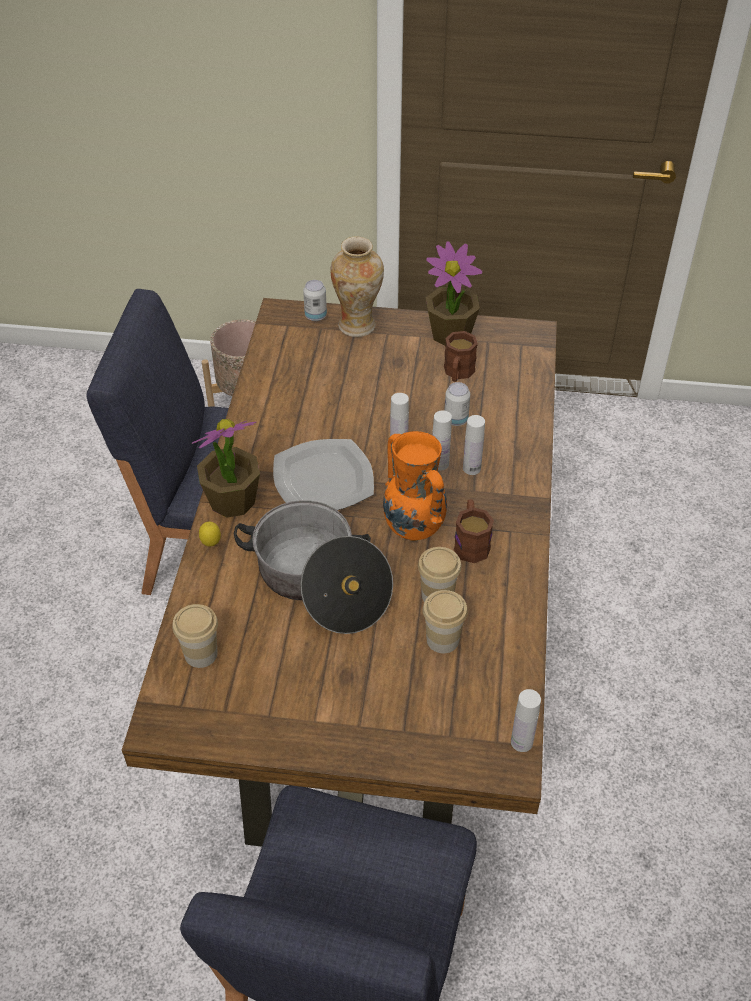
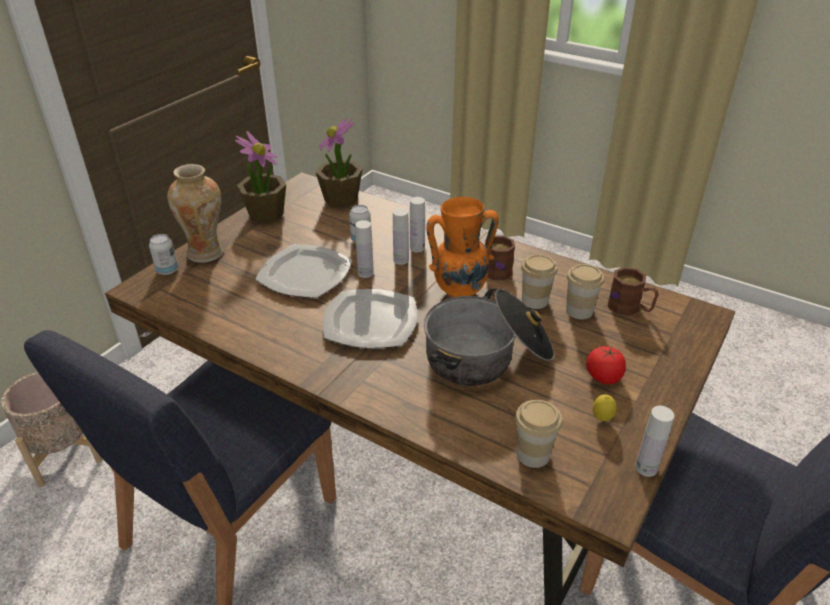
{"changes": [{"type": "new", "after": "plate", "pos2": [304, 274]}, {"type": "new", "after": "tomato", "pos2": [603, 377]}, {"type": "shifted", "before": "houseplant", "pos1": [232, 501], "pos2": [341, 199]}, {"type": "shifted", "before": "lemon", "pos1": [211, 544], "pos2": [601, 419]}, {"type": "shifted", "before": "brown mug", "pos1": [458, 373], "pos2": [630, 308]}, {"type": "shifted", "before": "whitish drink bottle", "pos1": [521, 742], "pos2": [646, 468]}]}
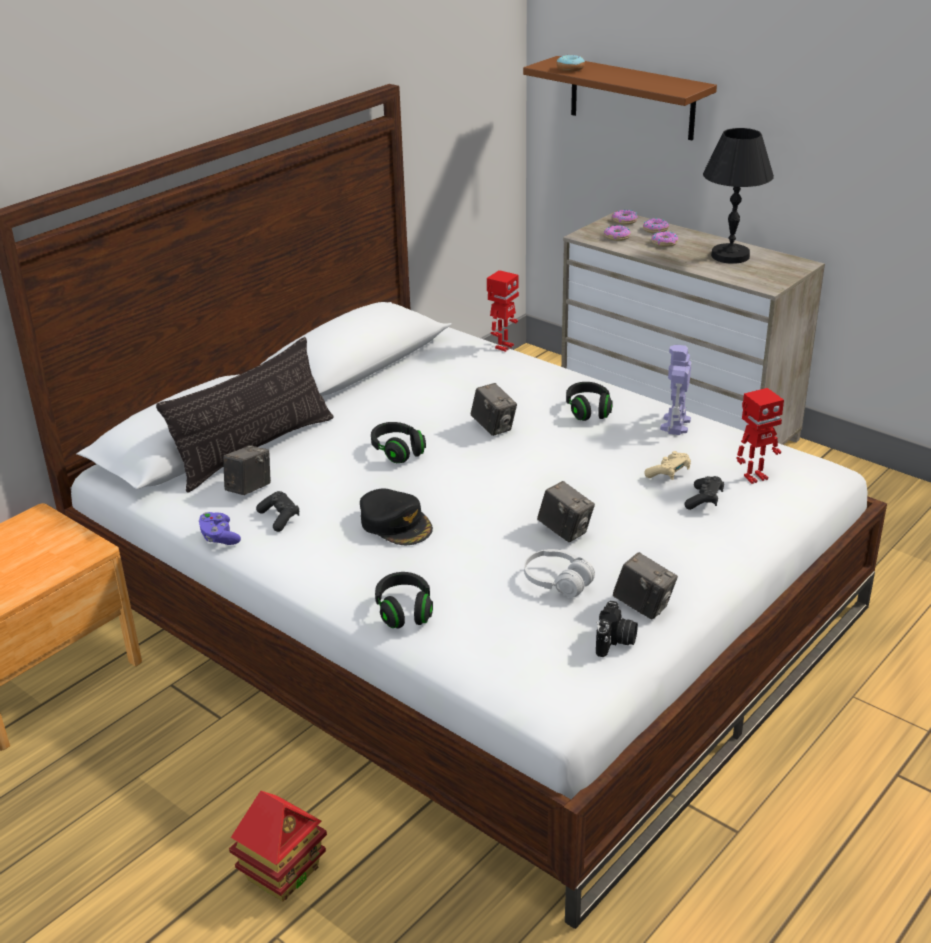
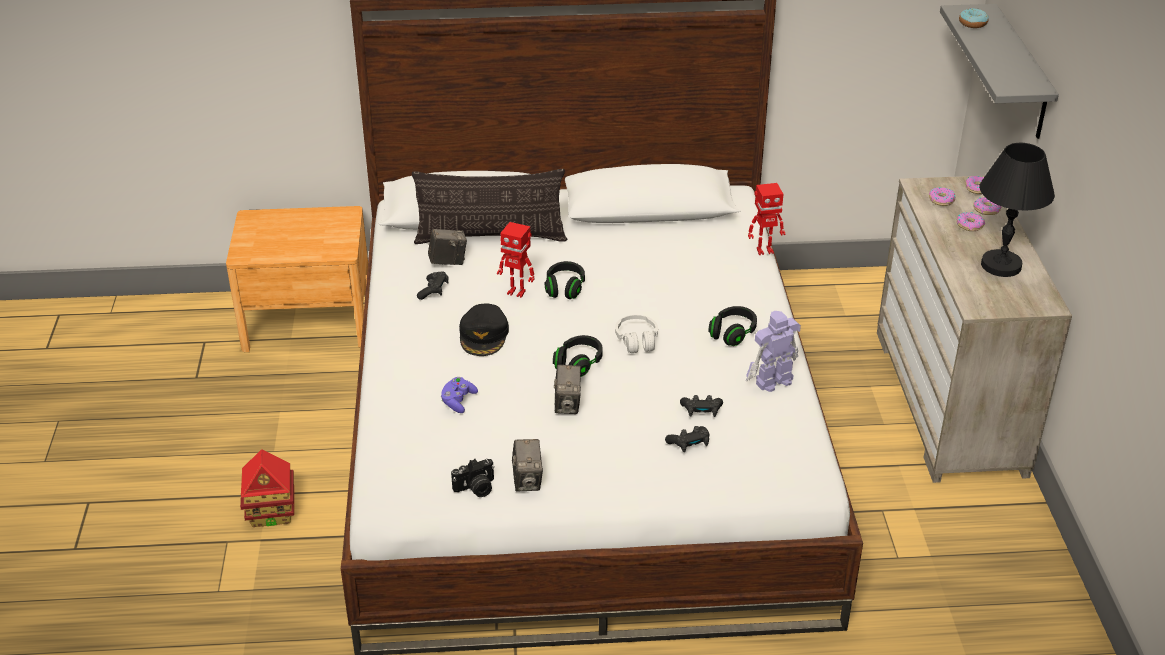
{"changes": [{"type": "gone", "before": "still camera", "pos1": [493, 427]}, {"type": "shifted", "before": "purple joypad", "pos1": [219, 537], "pos2": [458, 401]}, {"type": "shifted", "before": "black headset", "pos1": [404, 611], "pos2": [578, 364]}, {"type": "shifted", "before": "whitish headset", "pos1": [557, 582], "pos2": [637, 340]}, {"type": "shifted", "before": "toy robot", "pos1": [754, 477], "pos2": [517, 292]}, {"type": "repainted", "before": "brown wall shelf", "after": "grey wall shelf", "pos1": [632, 98], "pos2": [1020, 73]}, {"type": "repainted", "before": "beige joypad", "after": "black joypad", "pos1": [668, 473], "pos2": [701, 411]}]}
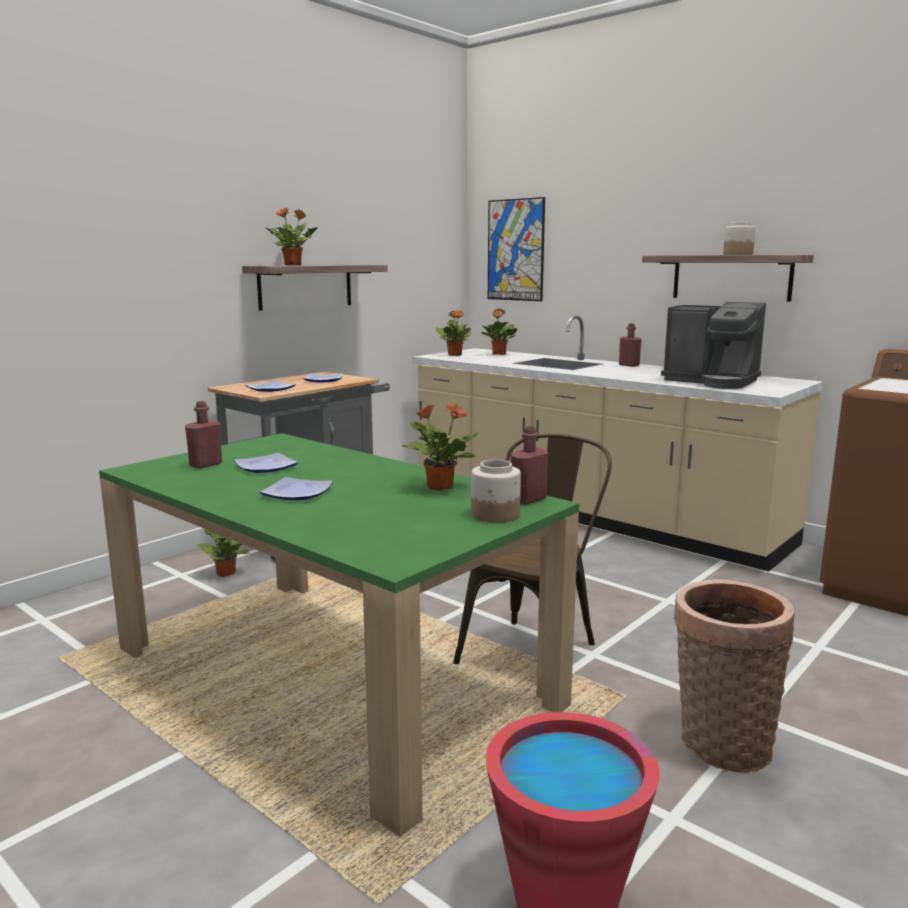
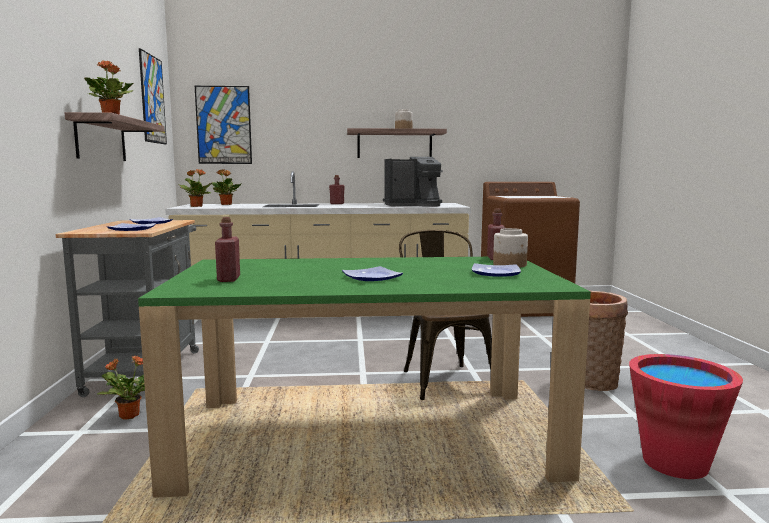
{"changes": [{"type": "gone", "before": "houseplant", "pos1": [439, 487]}, {"type": "new", "after": "wall picture", "pos2": [152, 99]}, {"type": "shifted", "before": "plate", "pos1": [267, 467], "pos2": [496, 273]}]}
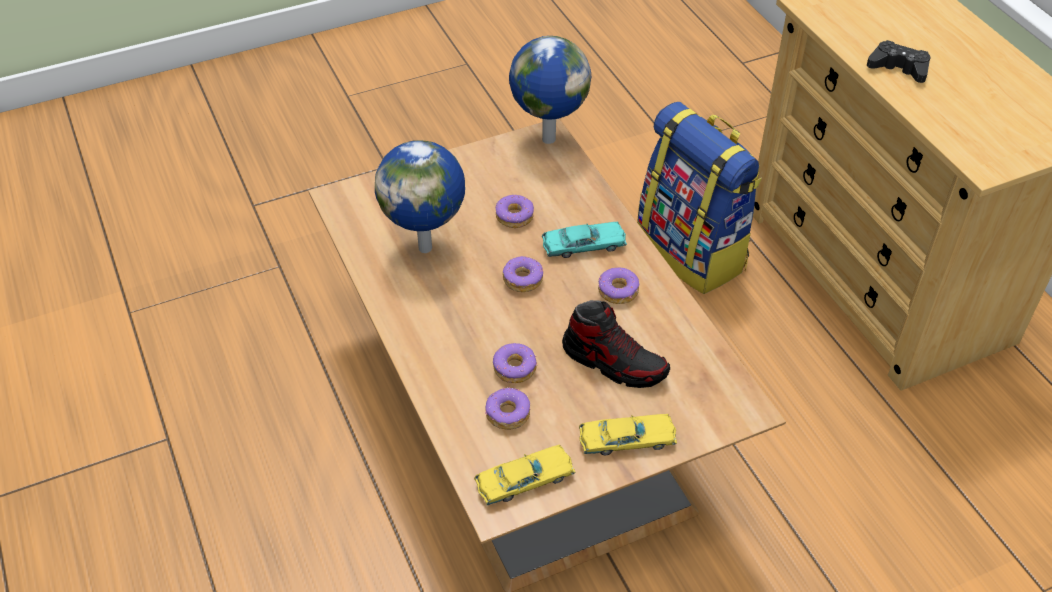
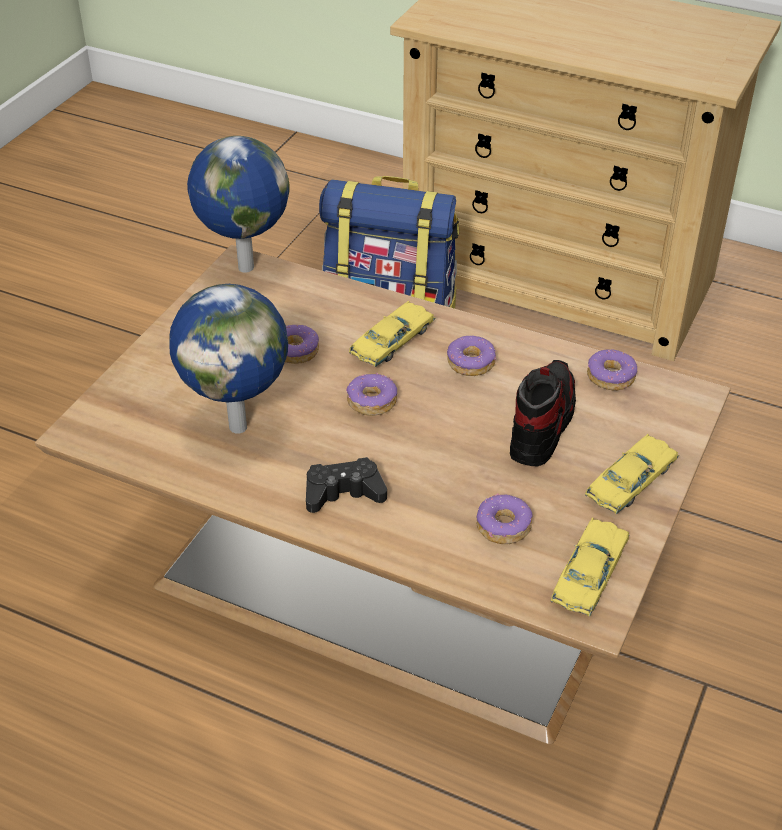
{"changes": [{"type": "shifted", "before": "donut", "pos1": [515, 368], "pos2": [611, 377]}, {"type": "shifted", "before": "black joypad", "pos1": [898, 68], "pos2": [343, 493]}, {"type": "repainted", "before": "turquoise miniature car", "after": "yellow miniature car", "pos1": [584, 245], "pos2": [393, 341]}, {"type": "rotated", "before": "low shoe", "pos1": [614, 362], "pos2": [541, 424], "turn": -60}]}
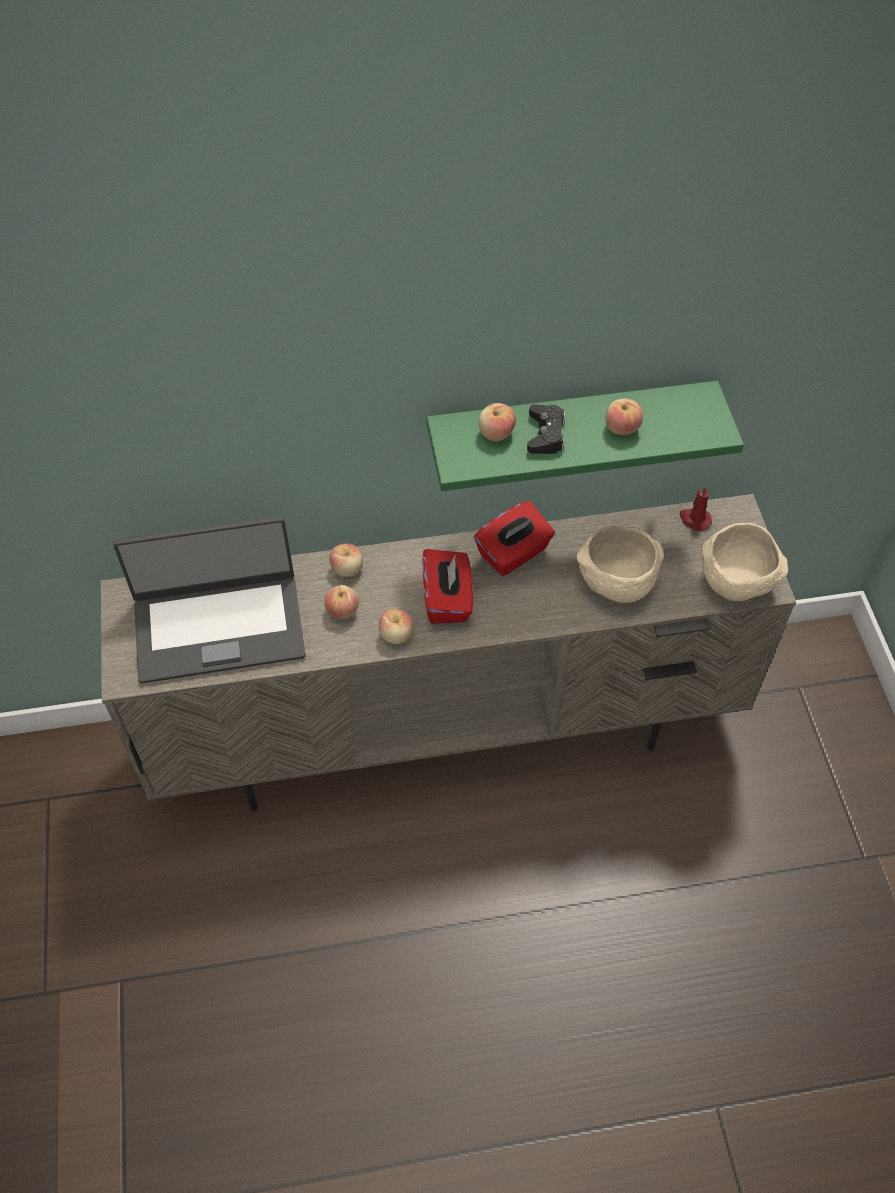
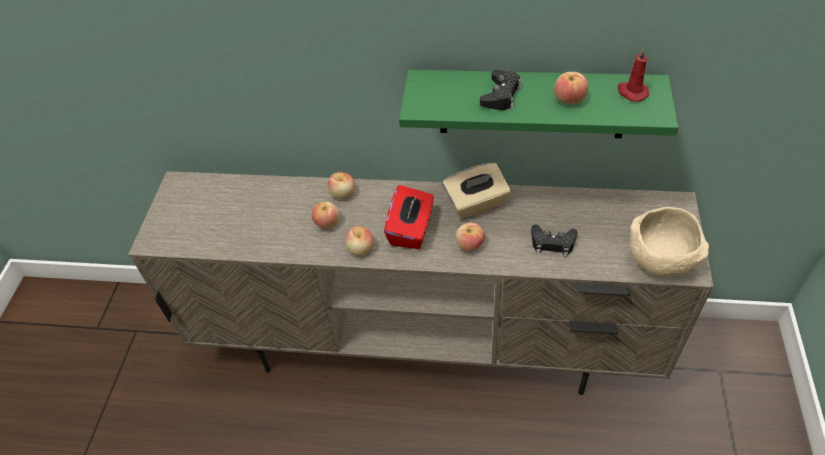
{"changes": [{"type": "gone", "before": "laptop", "pos1": [219, 626]}, {"type": "shifted", "before": "apple", "pos1": [496, 434], "pos2": [469, 245]}, {"type": "shifted", "before": "red wax candle", "pos1": [694, 519], "pos2": [631, 92]}, {"type": "swapped", "before": "beige deep dish", "after": "black joypad", "pos1": [614, 585], "pos2": [552, 243]}, {"type": "repainted", "before": "red tissue holder", "after": "beige tissue holder", "pos1": [513, 553], "pos2": [476, 204]}]}
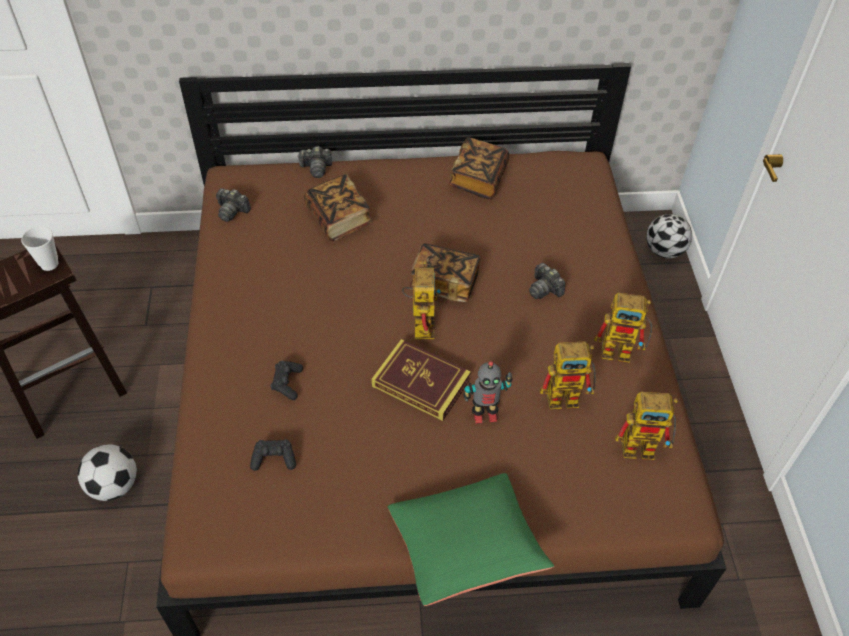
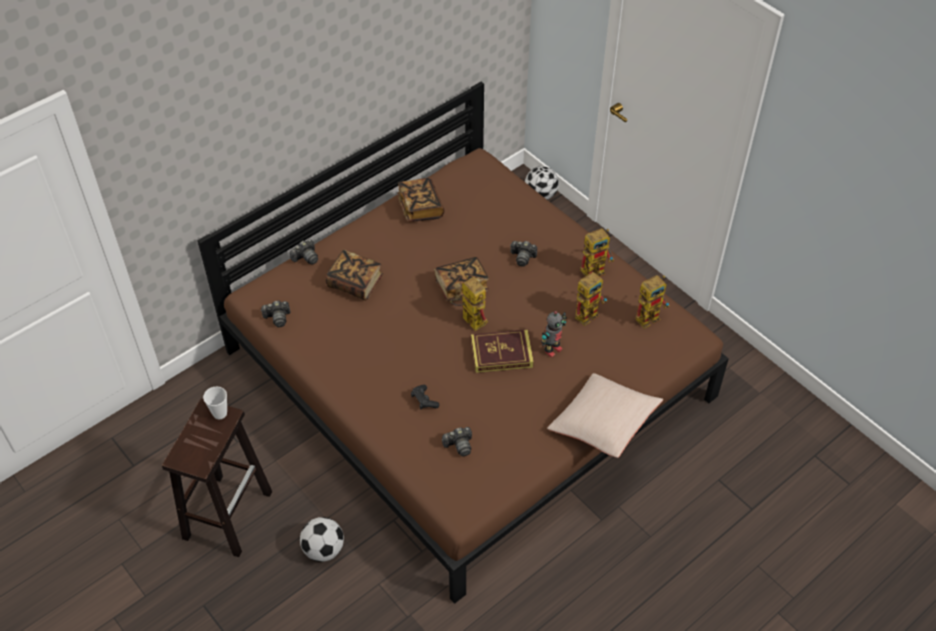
{"changes": [{"type": "swapped", "before": "black joypad", "after": "still camera", "pos1": [274, 459], "pos2": [459, 445]}, {"type": "repainted", "before": "green-coloured pillow", "after": "beige pillow", "pos1": [466, 546], "pos2": [603, 423]}]}
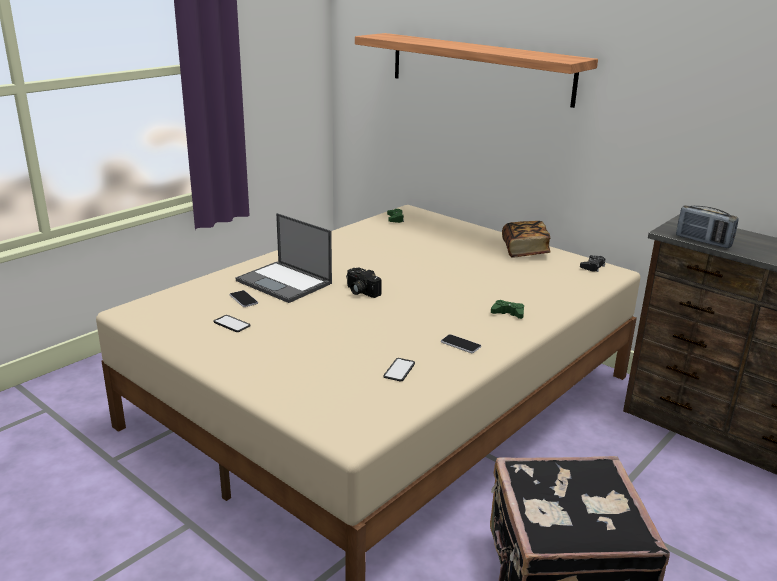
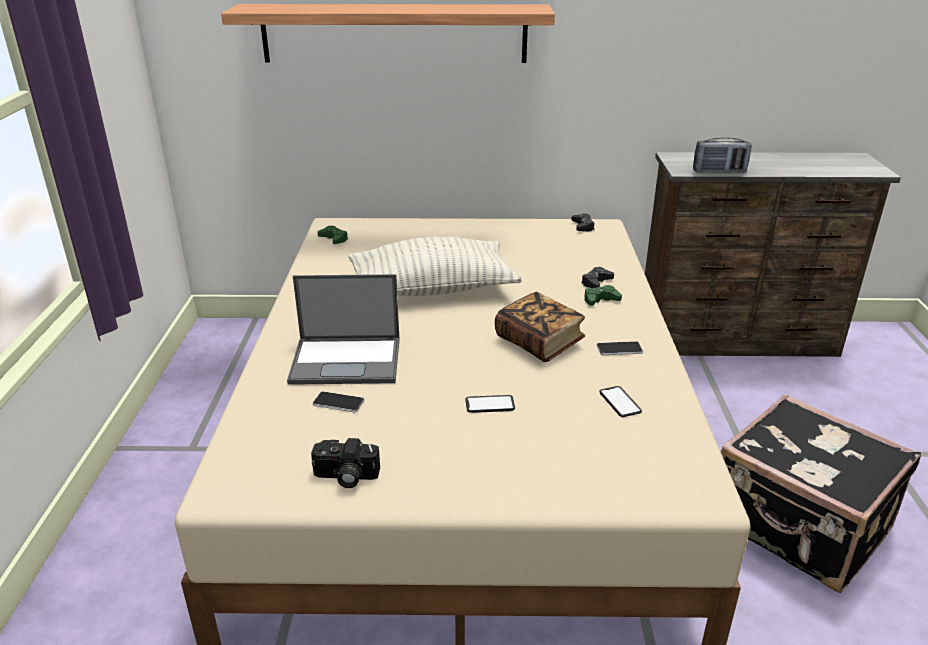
{"changes": [{"type": "new", "after": "pillow", "pos2": [432, 289]}, {"type": "new", "after": "black joypad", "pos2": [596, 282]}, {"type": "shifted", "before": "phone", "pos1": [232, 324], "pos2": [490, 404]}, {"type": "shifted", "before": "still camera", "pos1": [360, 291], "pos2": [345, 477]}, {"type": "shifted", "before": "bound book", "pos1": [525, 250], "pos2": [539, 342]}]}
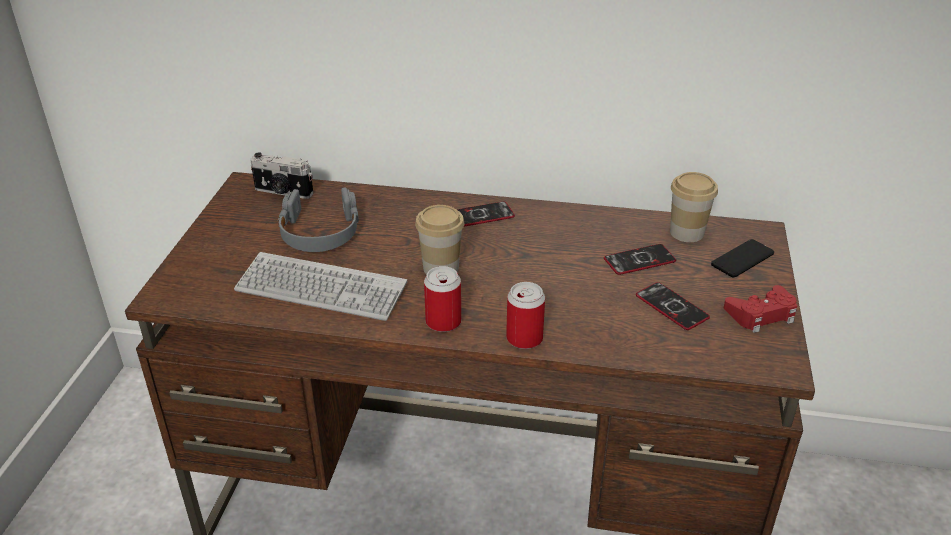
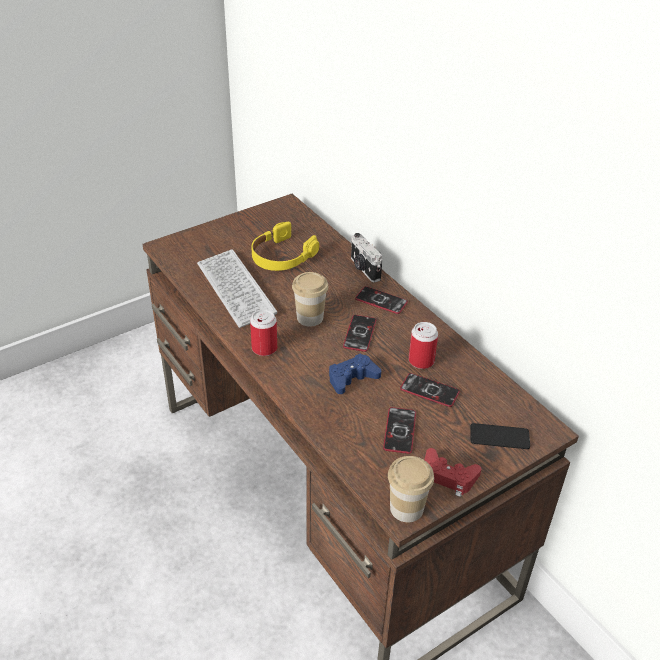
{"changes": [{"type": "new", "after": "bluish joypad", "pos2": [352, 378]}, {"type": "new", "after": "phone", "pos2": [359, 334]}, {"type": "shifted", "before": "still camera", "pos1": [283, 192], "pos2": [364, 269]}, {"type": "shifted", "before": "sealed can", "pos1": [524, 338], "pos2": [421, 361]}, {"type": "shifted", "before": "small cup", "pos1": [686, 232], "pos2": [406, 508]}, {"type": "repainted", "before": "grey headset", "after": "yellow headset", "pos1": [319, 232], "pos2": [281, 256]}]}
